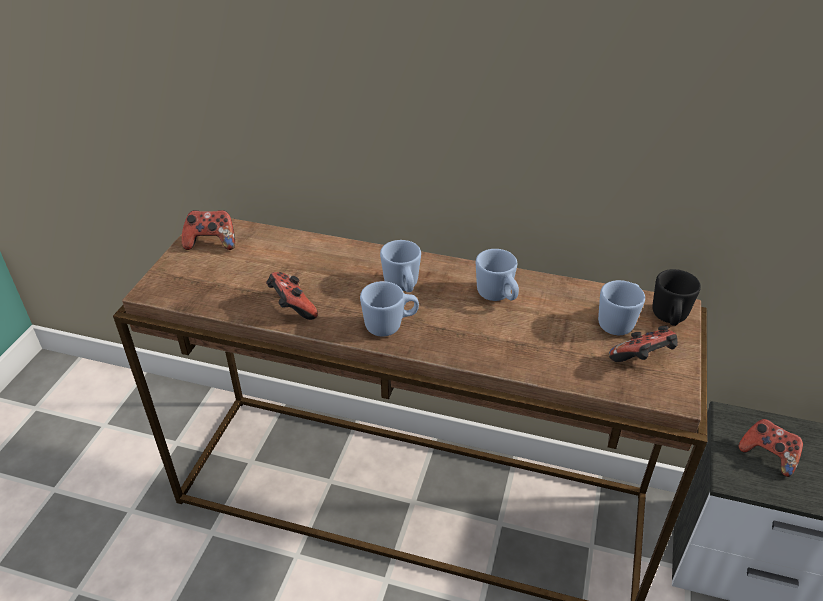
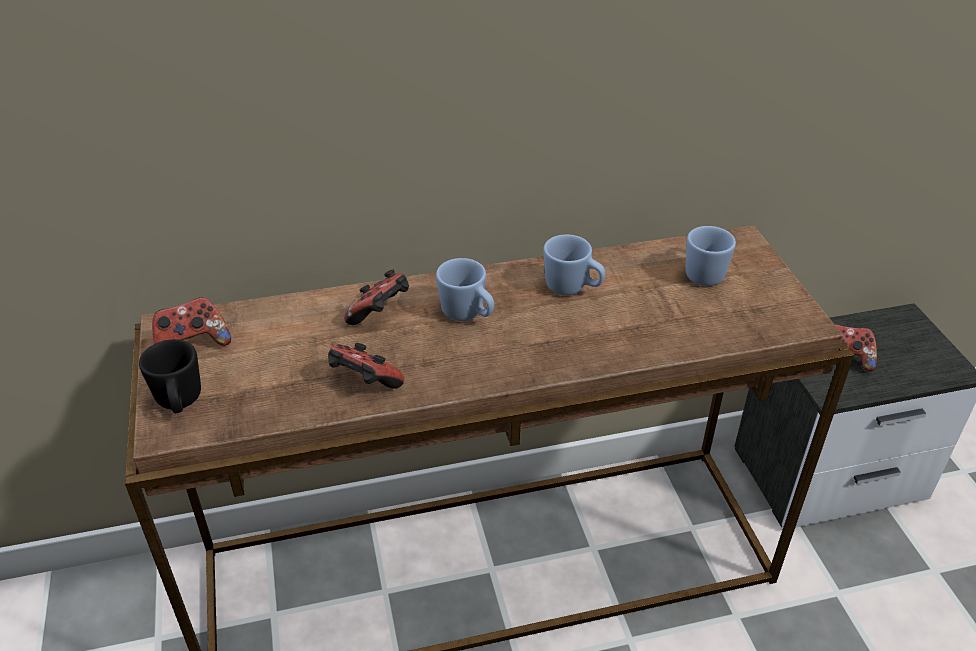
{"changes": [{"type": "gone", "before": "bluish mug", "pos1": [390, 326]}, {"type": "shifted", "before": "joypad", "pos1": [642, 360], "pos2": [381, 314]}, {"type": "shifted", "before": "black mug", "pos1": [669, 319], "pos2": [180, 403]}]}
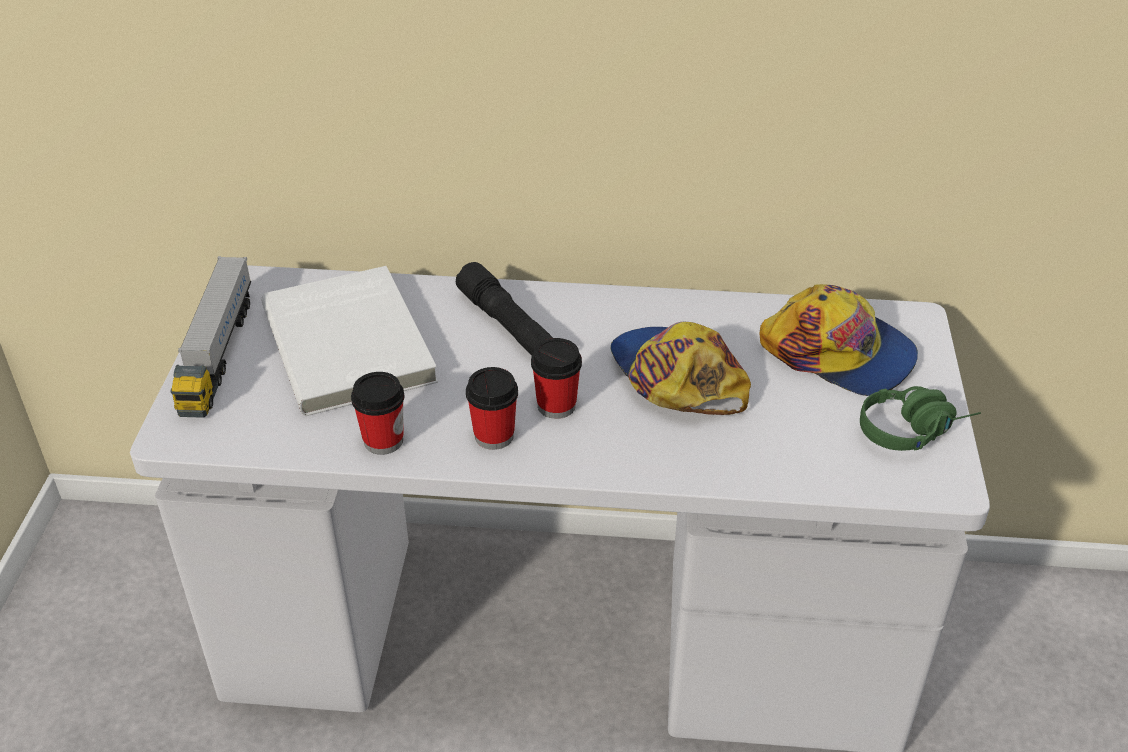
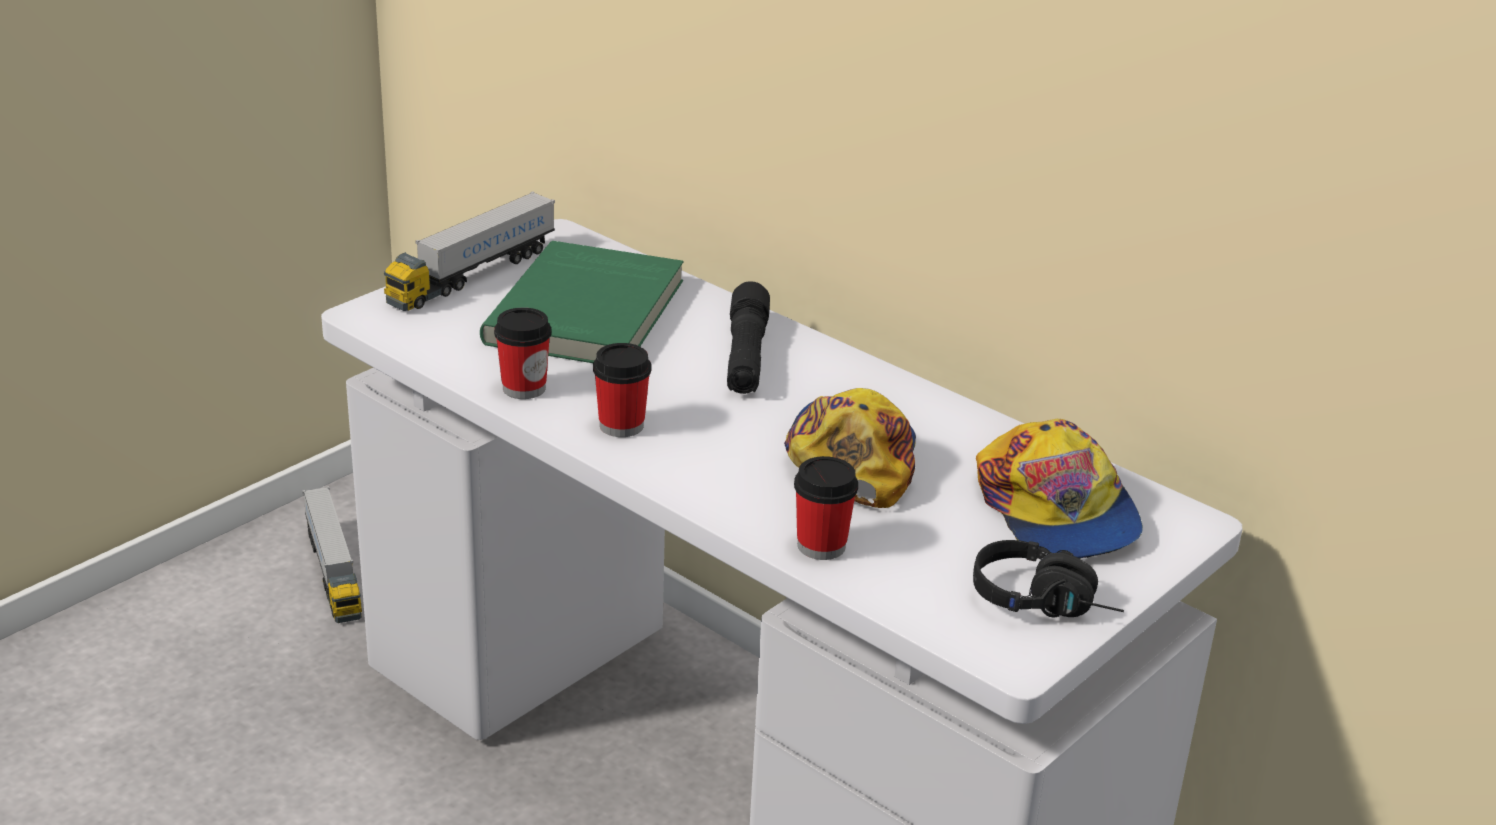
{"changes": [{"type": "new", "after": "toy truck", "pos2": [333, 572]}, {"type": "shifted", "before": "small cup", "pos1": [556, 405], "pos2": [821, 546]}, {"type": "repainted", "before": "whitish bound book", "after": "green-coloured bound book", "pos1": [352, 344], "pos2": [590, 312]}, {"type": "repainted", "before": "green-coloured headset", "after": "black headset", "pos1": [914, 429], "pos2": [1046, 603]}]}
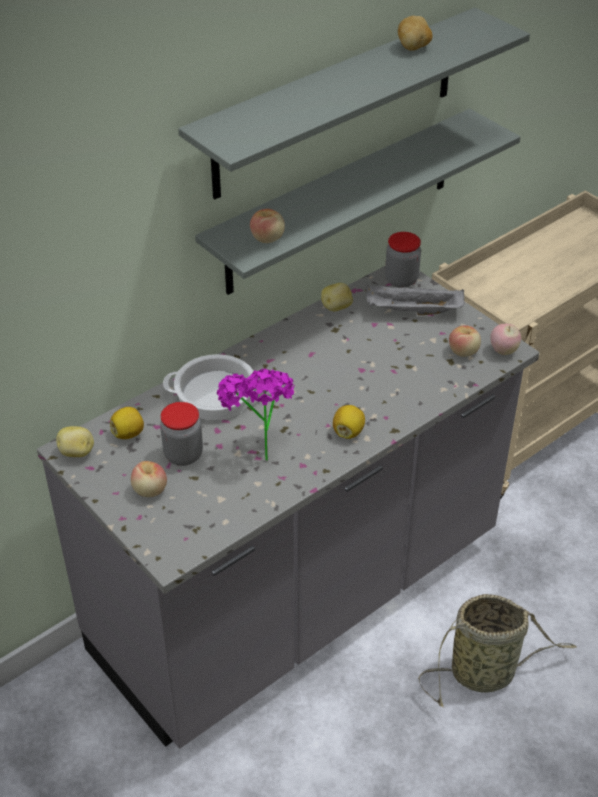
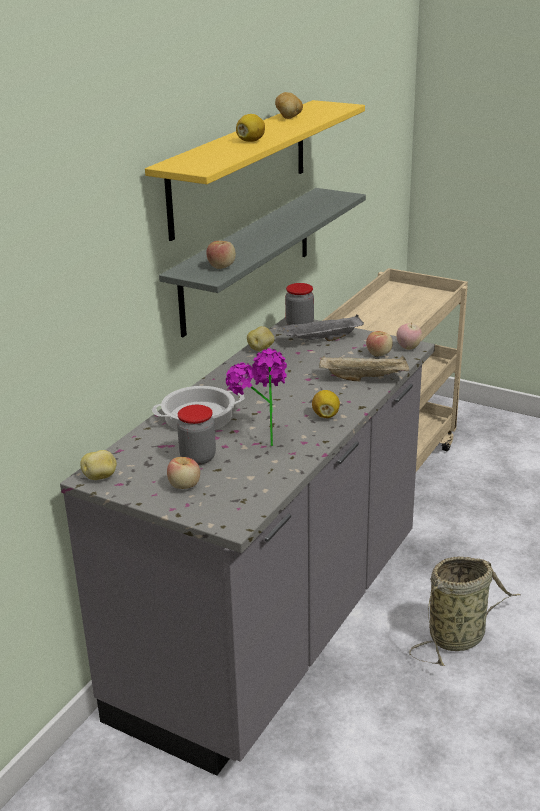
{"changes": [{"type": "new", "after": "beige serving tray", "pos2": [365, 378]}, {"type": "shifted", "before": "lemon", "pos1": [128, 433], "pos2": [251, 141]}, {"type": "repainted", "before": "grey wall shelf", "after": "yellow wall shelf", "pos1": [336, 104], "pos2": [240, 167]}]}
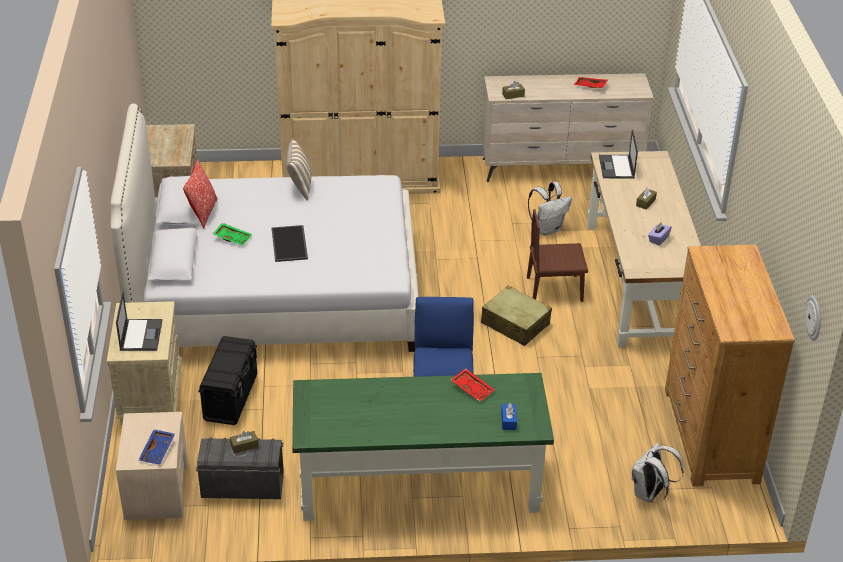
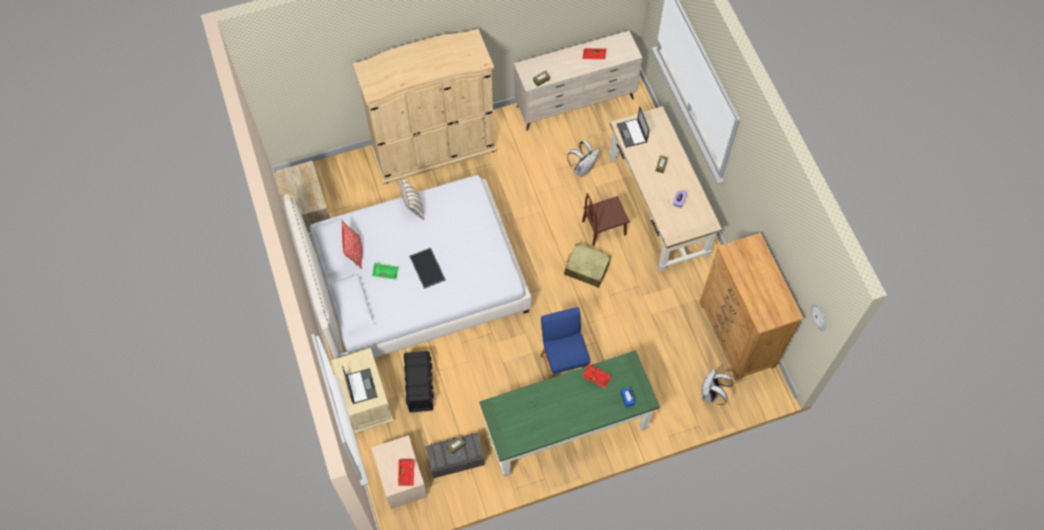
{"changes": [{"type": "repainted", "before": "bluish serving tray", "after": "red serving tray", "pos1": [158, 451], "pos2": [407, 473]}]}
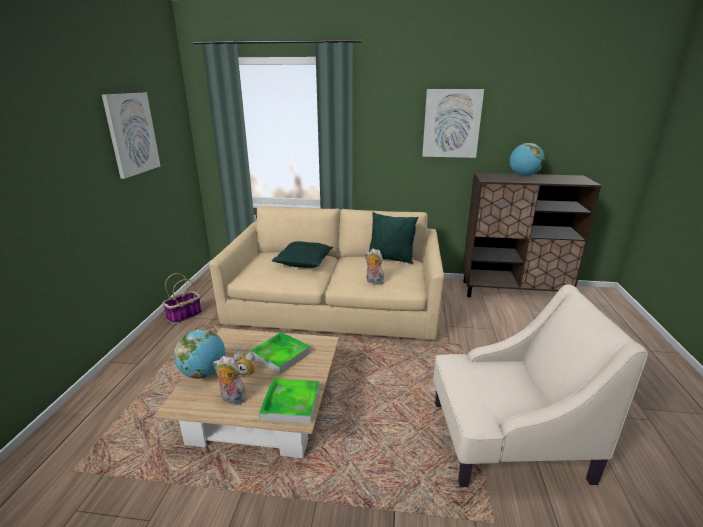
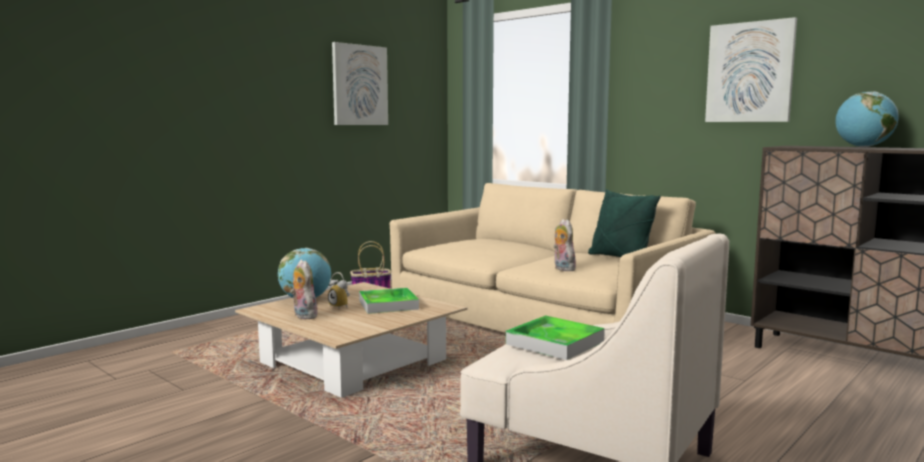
{"changes": [{"type": "gone", "before": "green-coloured pillow", "pos1": [304, 262]}, {"type": "shifted", "before": "serving tray", "pos1": [291, 403], "pos2": [555, 343]}]}
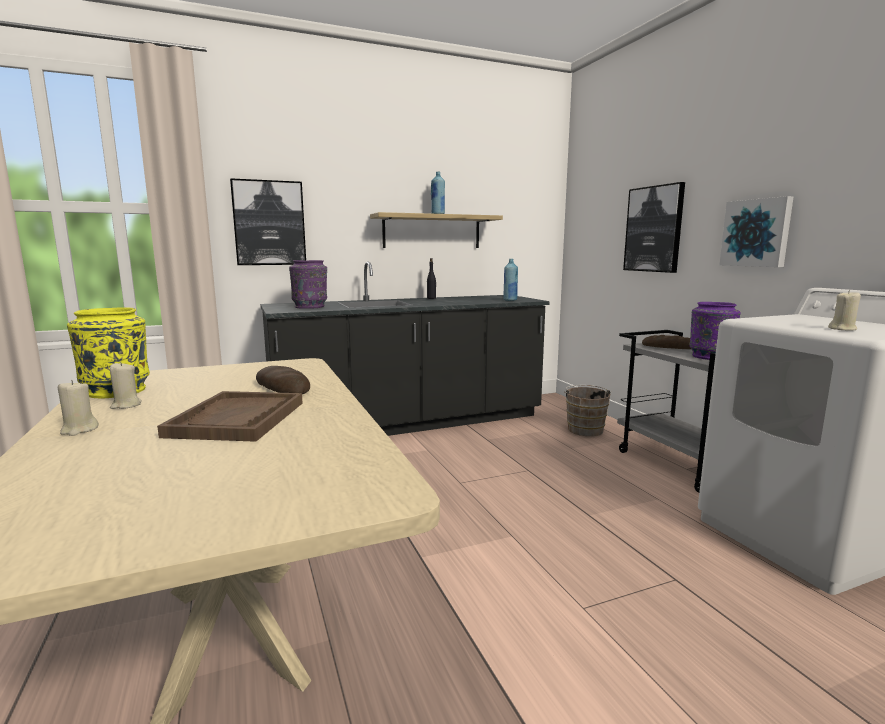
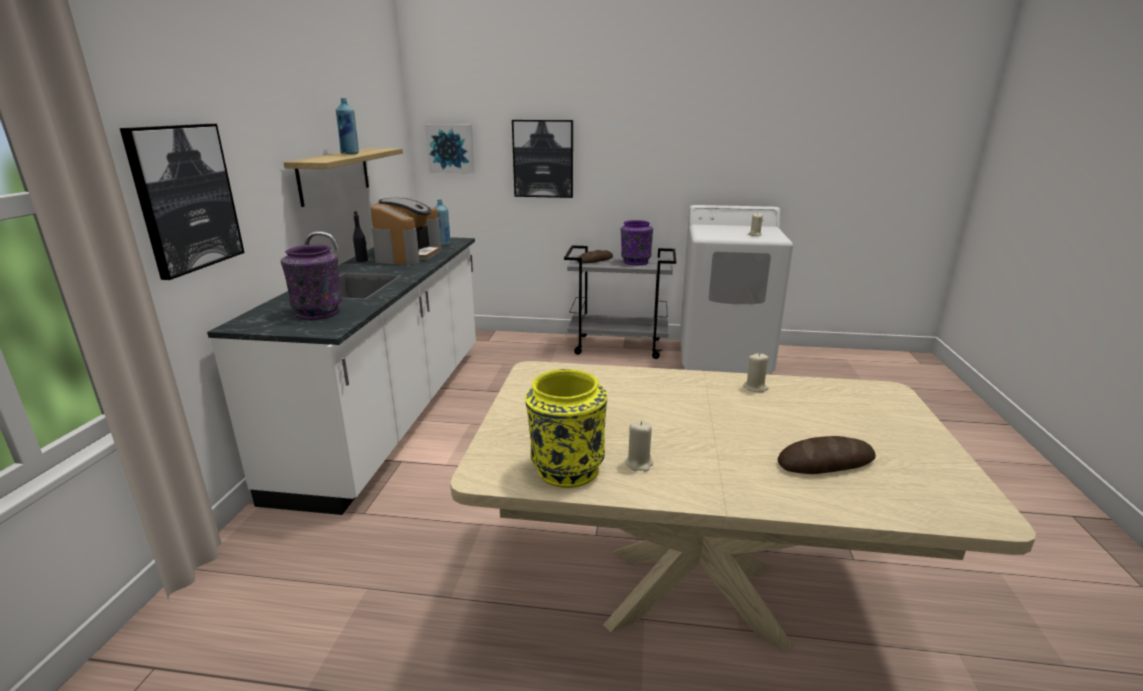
{"changes": [{"type": "gone", "before": "brown serving tray", "pos1": [238, 419]}, {"type": "gone", "before": "brown water bucket", "pos1": [585, 429]}, {"type": "new", "after": "coffee brewer", "pos2": [408, 254]}, {"type": "shifted", "before": "beige wax candle", "pos1": [79, 430], "pos2": [755, 387]}, {"type": "shifted", "before": "bread", "pos1": [282, 387], "pos2": [825, 462]}, {"type": "shifted", "before": "wall picture", "pos1": [756, 233], "pos2": [450, 148]}, {"type": "repainted", "before": "black kitchen base unit", "after": "whitish kitchen base unit", "pos1": [410, 424], "pos2": [393, 413]}]}
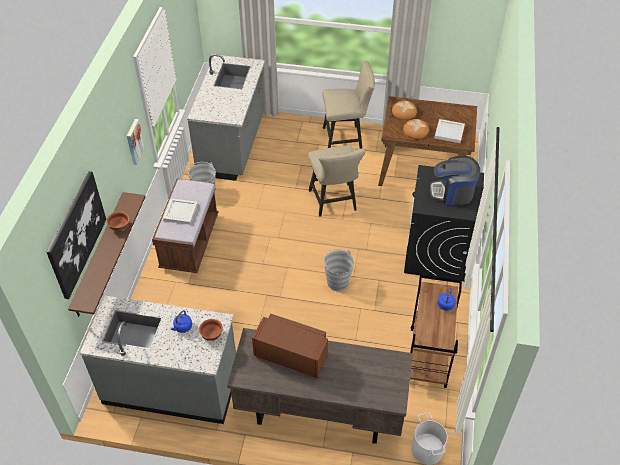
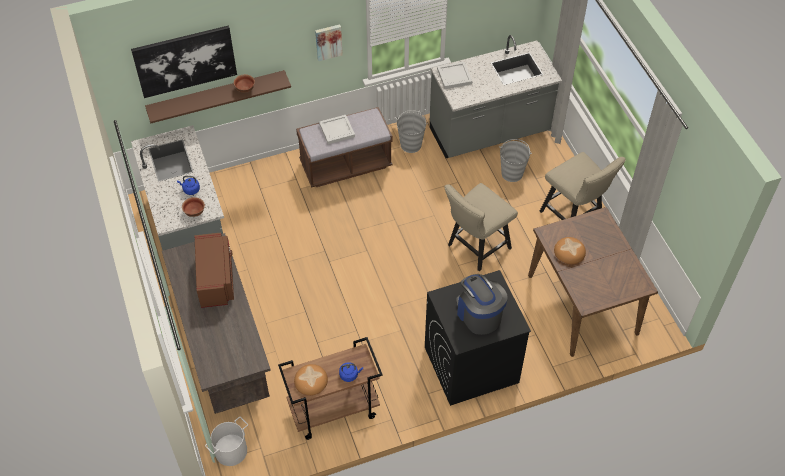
{"changes": [{"type": "shifted", "before": "grey water bucket", "pos1": [337, 282], "pos2": [512, 173]}, {"type": "shifted", "before": "bread", "pos1": [403, 112], "pos2": [311, 380]}, {"type": "shifted", "before": "whitish serving tray", "pos1": [448, 132], "pos2": [453, 76]}]}
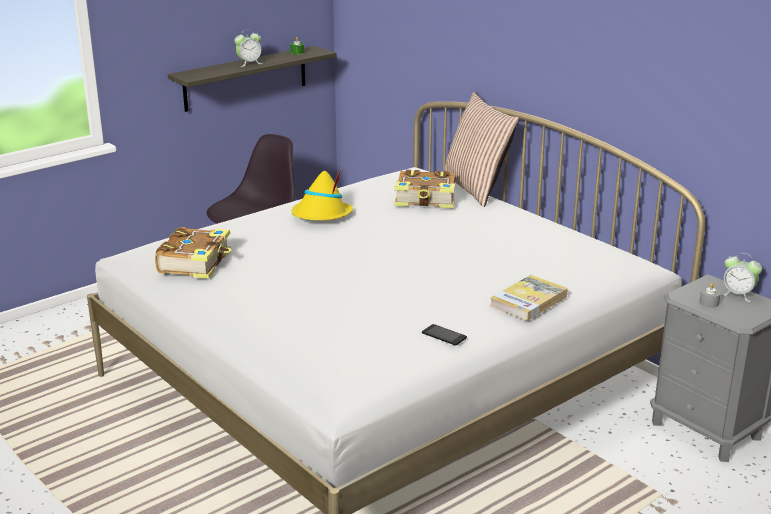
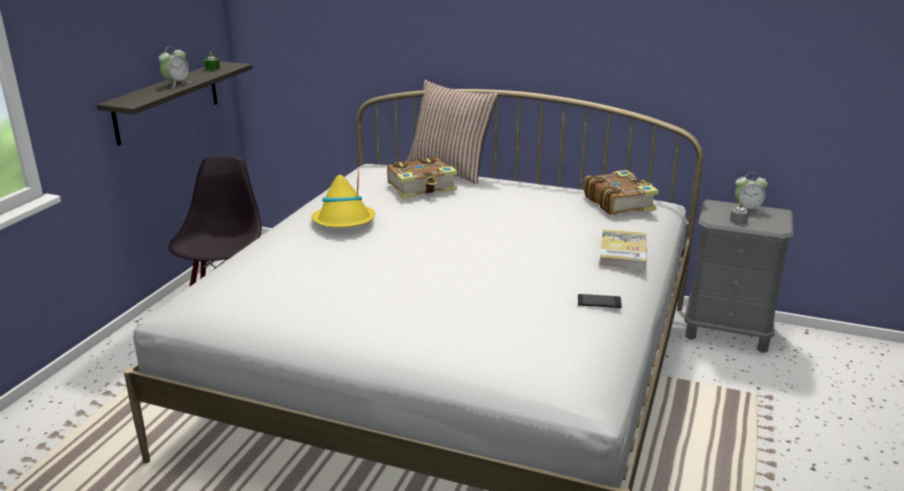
{"changes": [{"type": "shifted", "before": "bound book", "pos1": [196, 263], "pos2": [619, 202]}]}
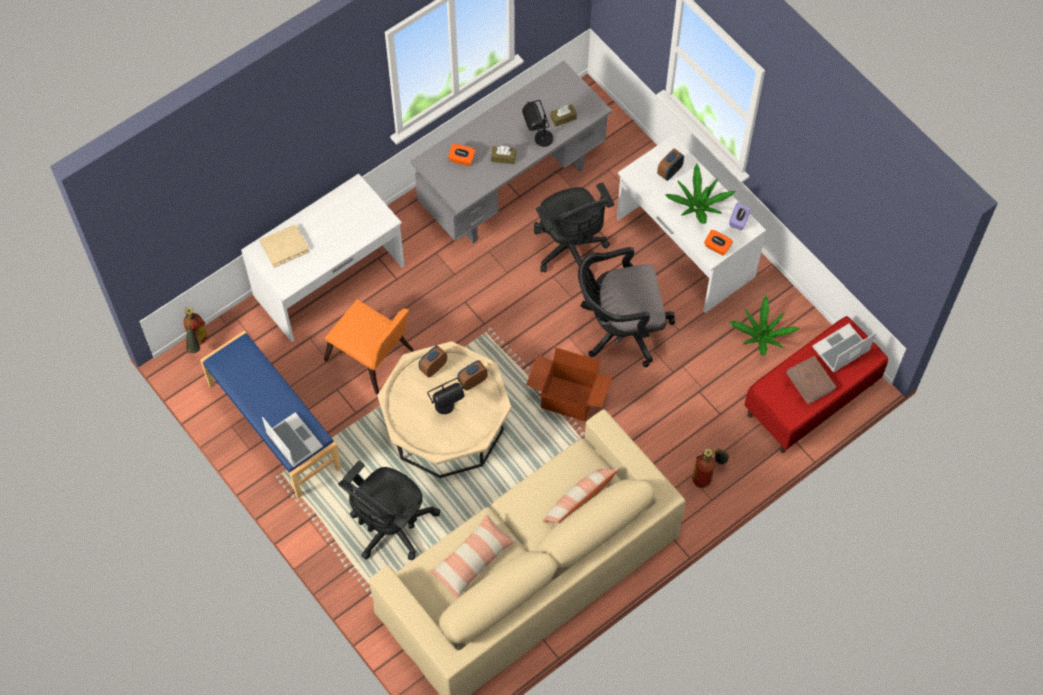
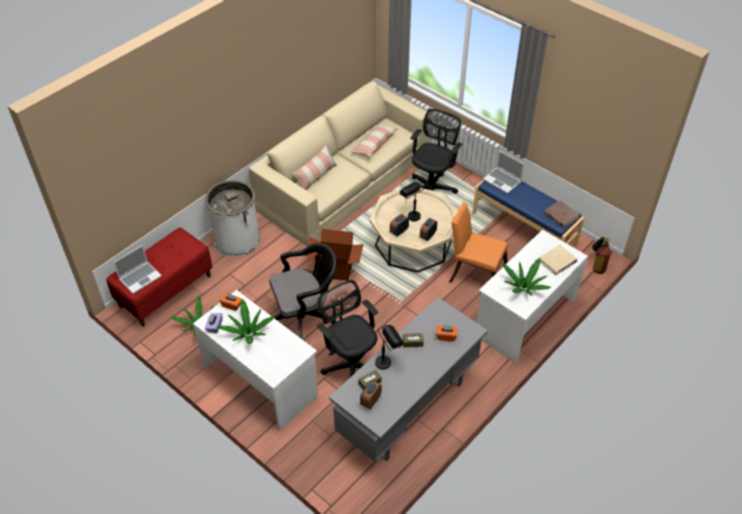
{"changes": [{"type": "new", "after": "houseplant", "pos2": [524, 287]}, {"type": "shifted", "before": "bedside clock", "pos1": [669, 172], "pos2": [370, 401]}, {"type": "shifted", "before": "brown bound book", "pos1": [811, 381], "pos2": [561, 215]}, {"type": "swapped", "before": "fire-fighting cylinder", "after": "whitish rubbish bin", "pos1": [707, 475], "pos2": [237, 239]}]}
